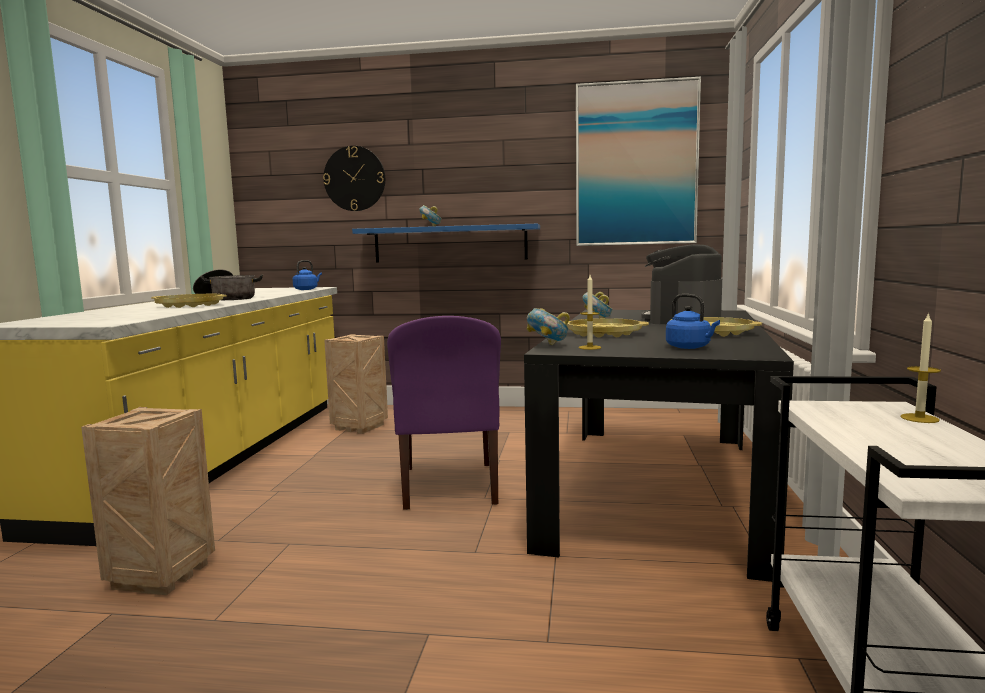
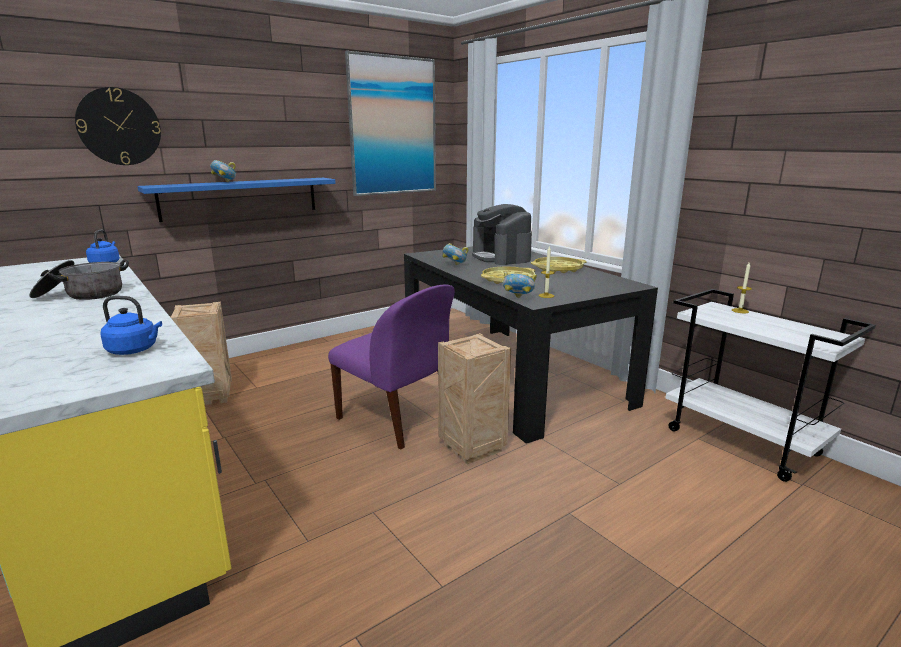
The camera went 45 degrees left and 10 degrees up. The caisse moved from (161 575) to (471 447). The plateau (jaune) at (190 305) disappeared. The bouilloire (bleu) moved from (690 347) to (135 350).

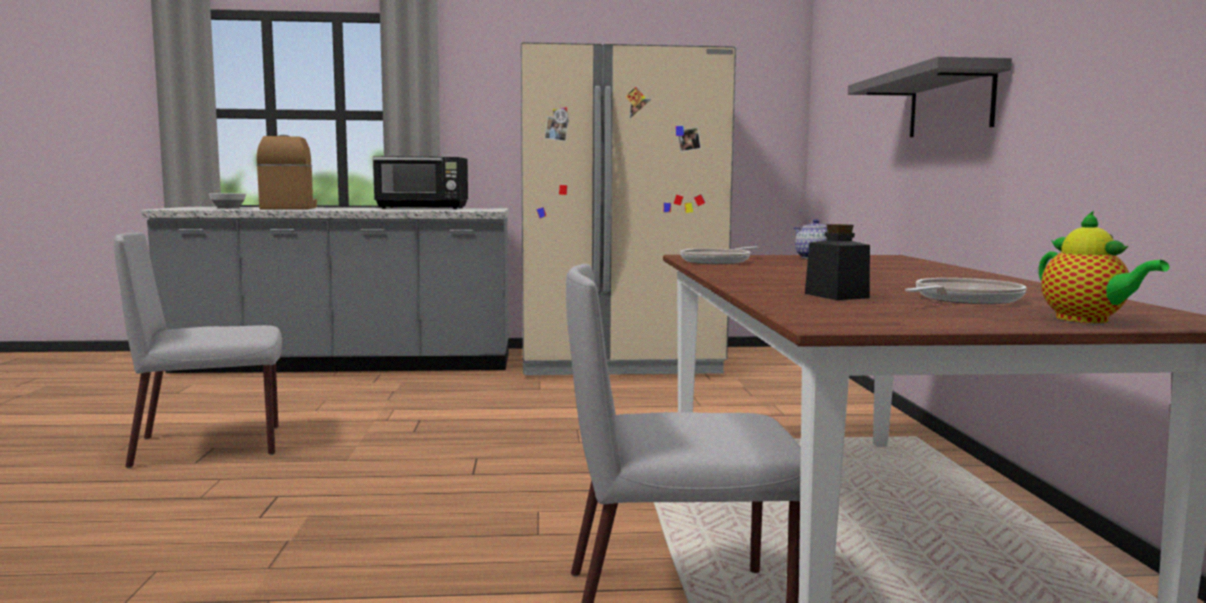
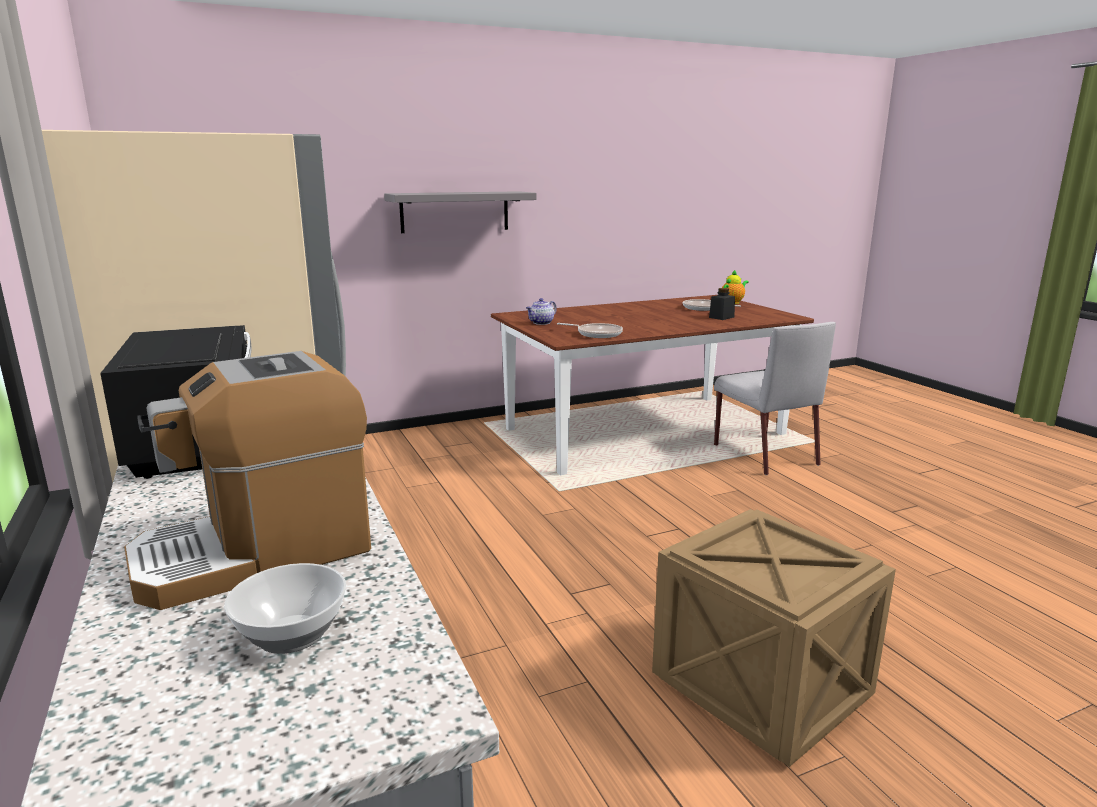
The camera went 110 degrees left and 10 degrees up. The chaise (gris) at (211 446) was replaced by the caisse at (763 687).

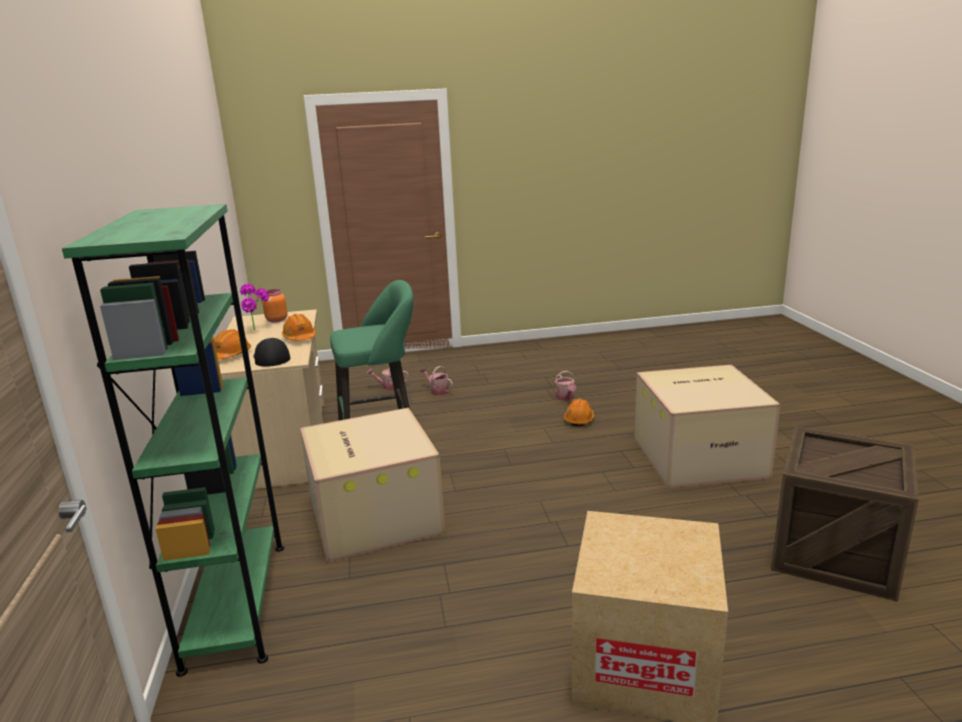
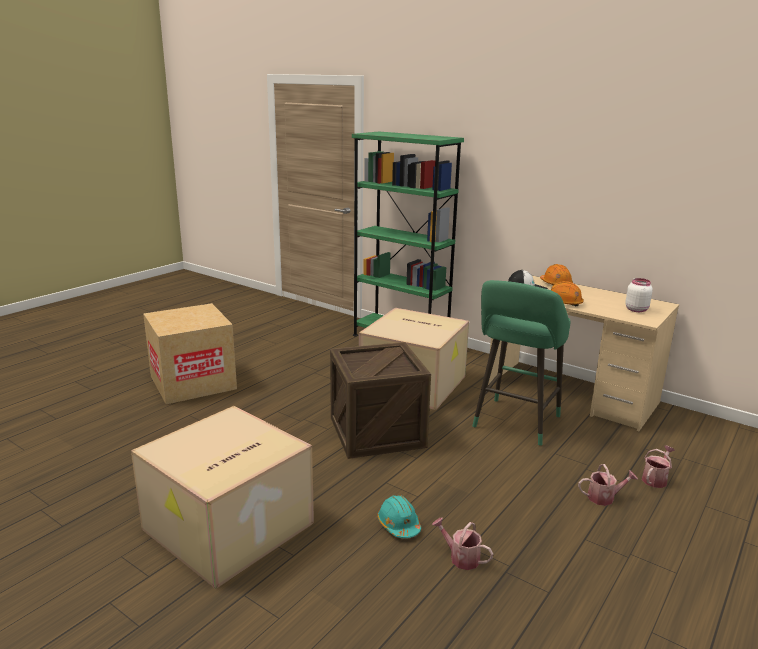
The camera went 135 degrees right and 0 degrees up. The plante en pot at (259 330) disappeared. The bocal (orange) at (276 320) became the bocal (blanc) at (636 309). The casque de chantier (orange) at (579 419) became the casque de chantier (turquoise) at (398 525). The caisse moved from (835 553) to (377 432).

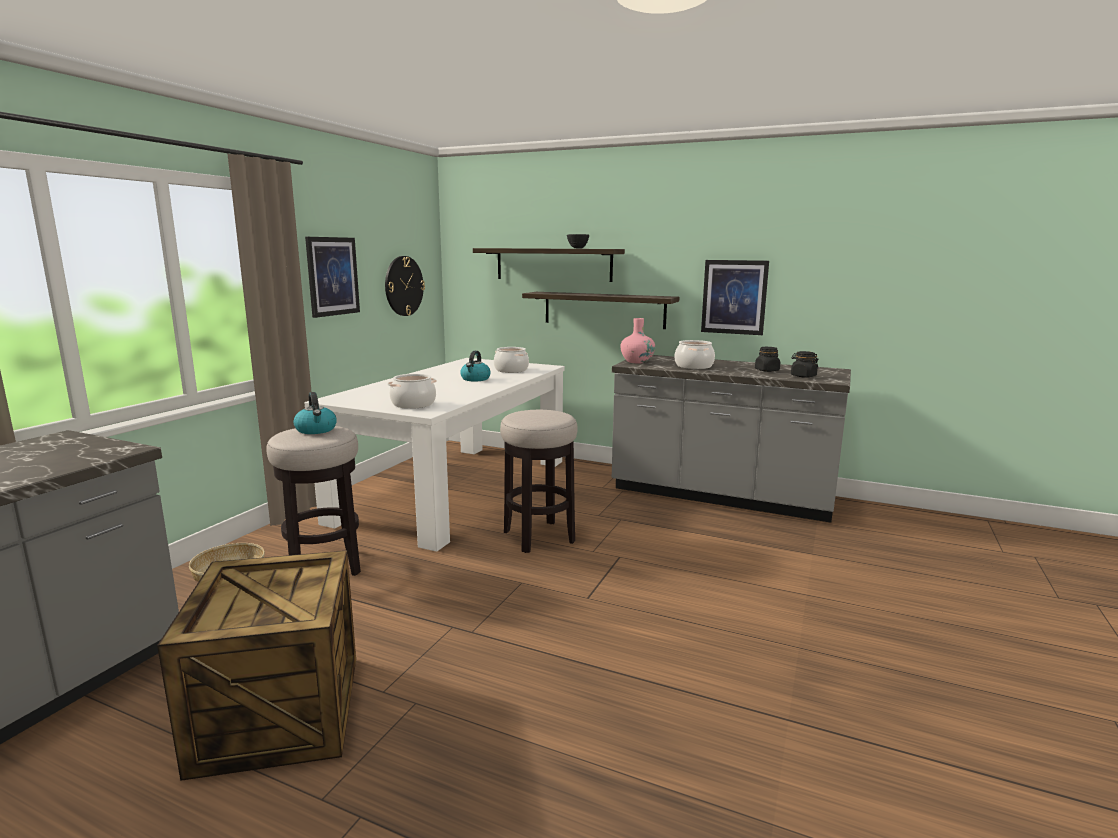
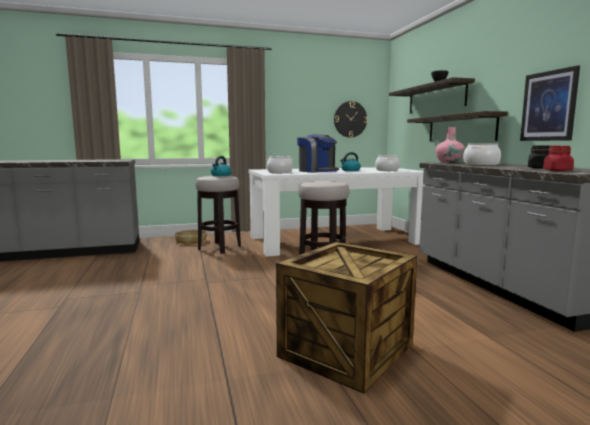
The camera went 50 degrees right and 5 degrees down. The caisse moved from (277 711) to (345 349). The tableau at (332 276) disappeared. The bocal (noir) at (803 376) became the bocal (rouge) at (557 170). The machine à café at (317 171) appeared.

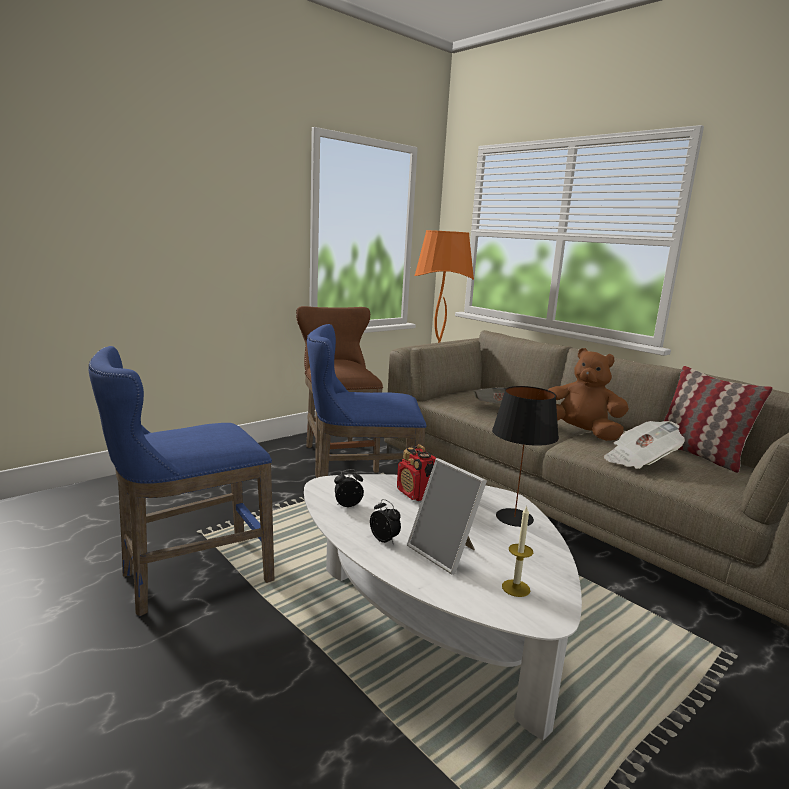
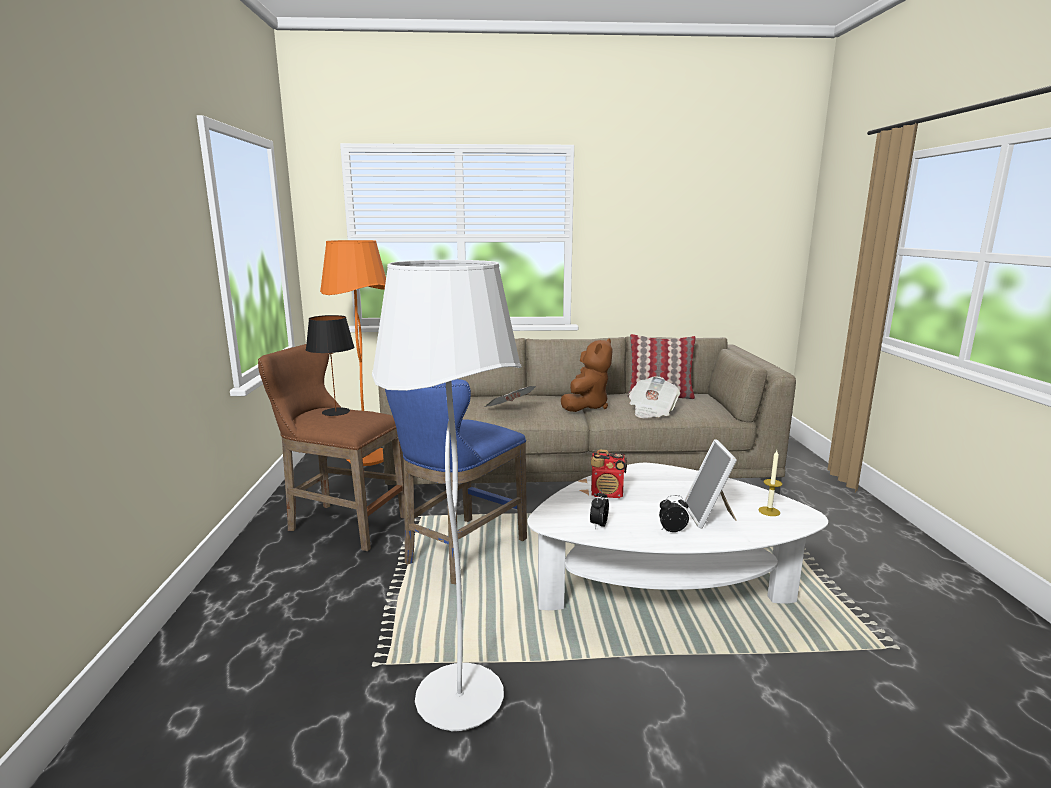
The camera went 50 degrees left and 0 degrees up. The tabouret (bleu) at (188 577) was replaced by the lampadaire (blanc) at (460 701). The cadre photo at (445 553) turned 90 degrees clockwise. The lampe de table (noir) moved from (514 518) to (336 412). The peluche (marron) at (580 433) turned 135 degrees clockwise.

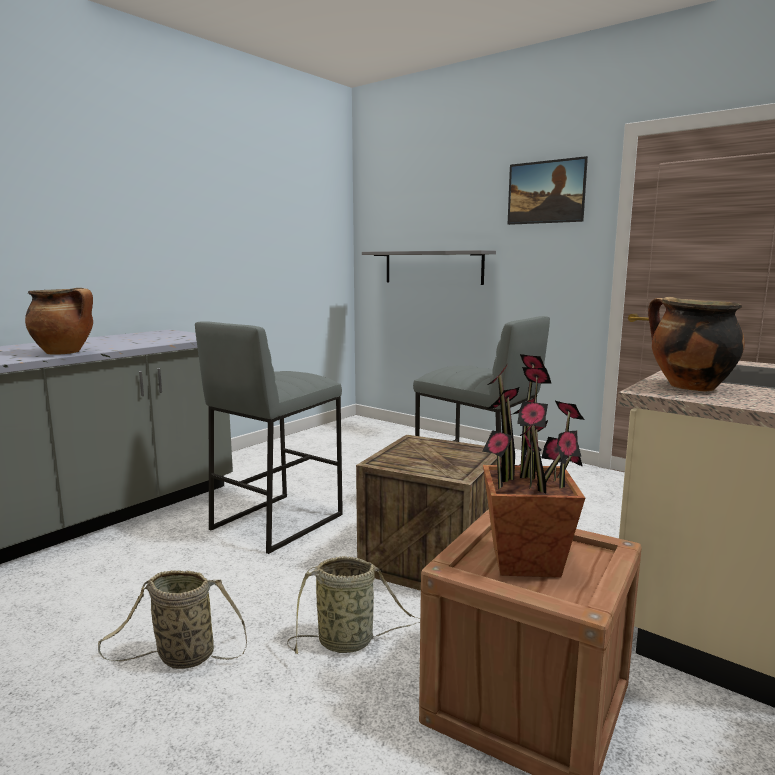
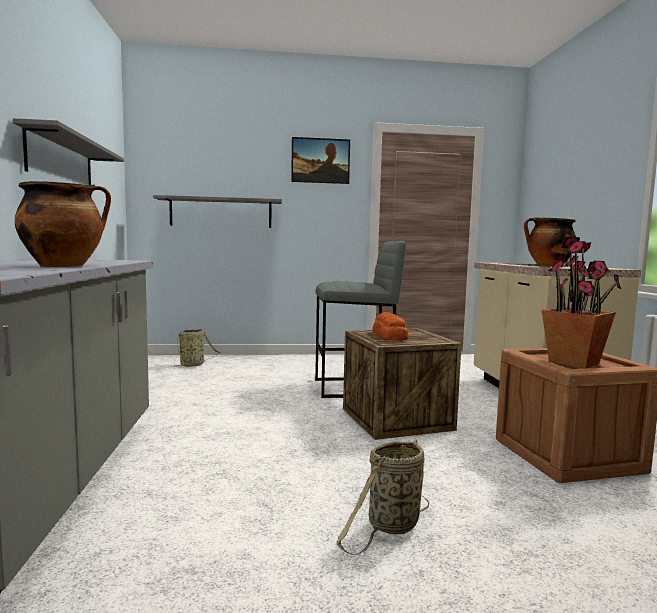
The camera went 45 degrees left and 5 degrees down. The tabouret (gris) at (276 521) disappeared. The panier moved from (349 642) to (193 365). The étagère (gris) at (61 161) appeared. The pain at (389 335) appeared.

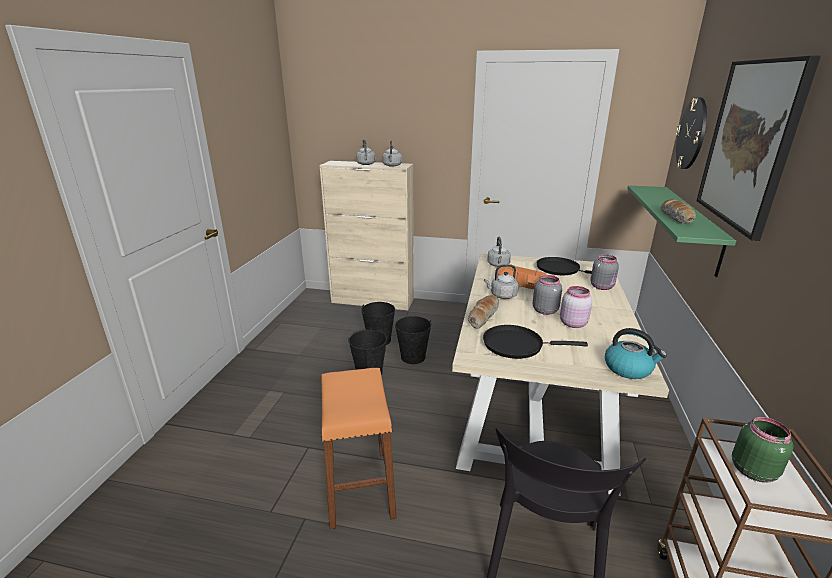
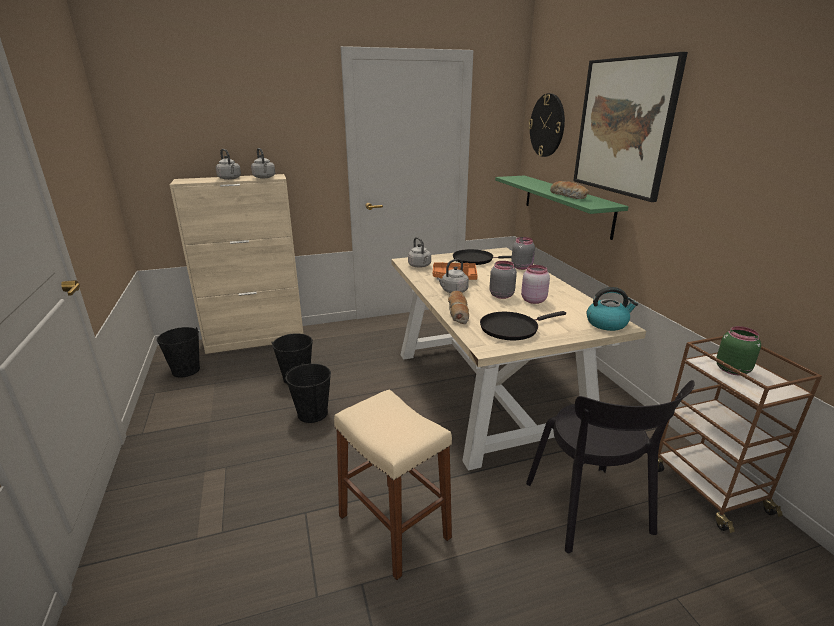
The camera went 30 degrees left and 0 degrees up. The tabouret (orange) at (359 487) became the tabouret (beige) at (393 526). The seau (noir) moved from (413 357) to (186 370).

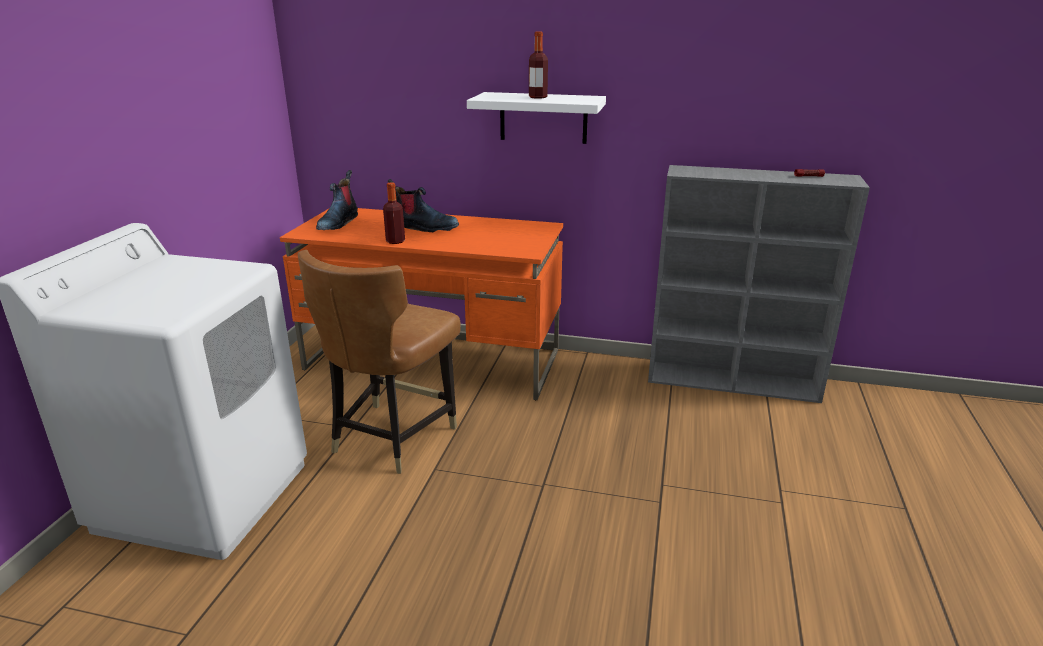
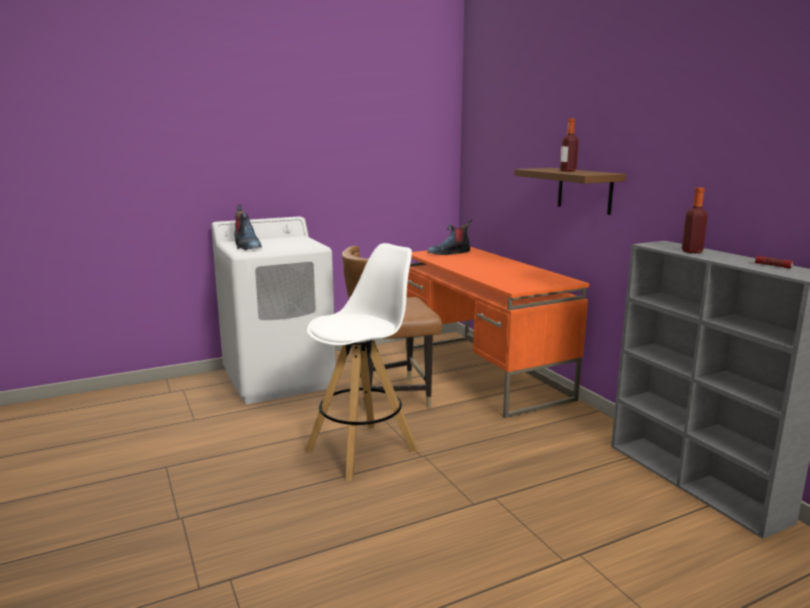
The camera went 50 degrees right and 10 degrees down. The bouteille moved from (395 241) to (691 251). The botte moved from (424 227) to (247 246). The étagère (blanc) at (543 118) became the étagère (marron) at (584 190). The tabouret (blanc) at (363 450) appeared.

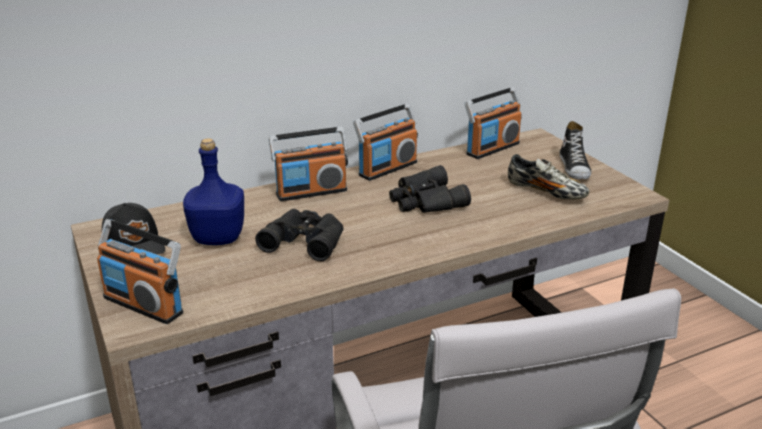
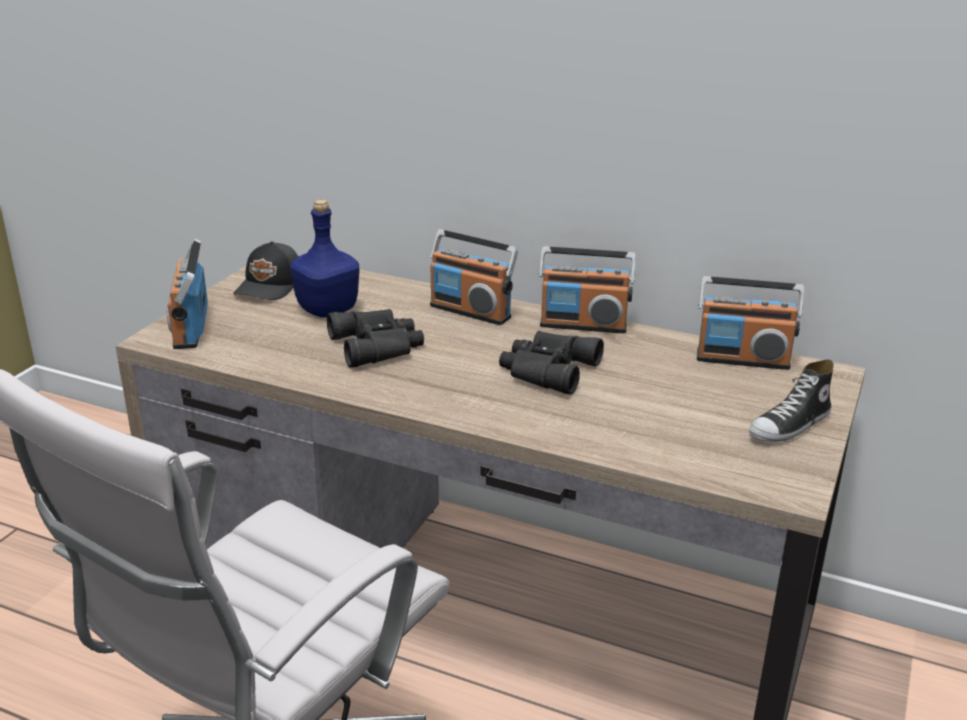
The camera went 50 degrees right and 0 degrees up. The chaussure at (546 192) disappeared.

